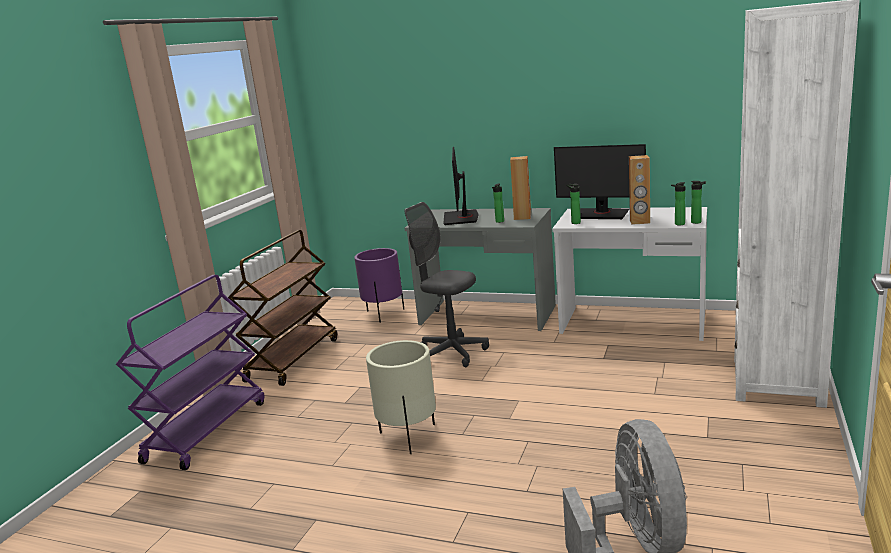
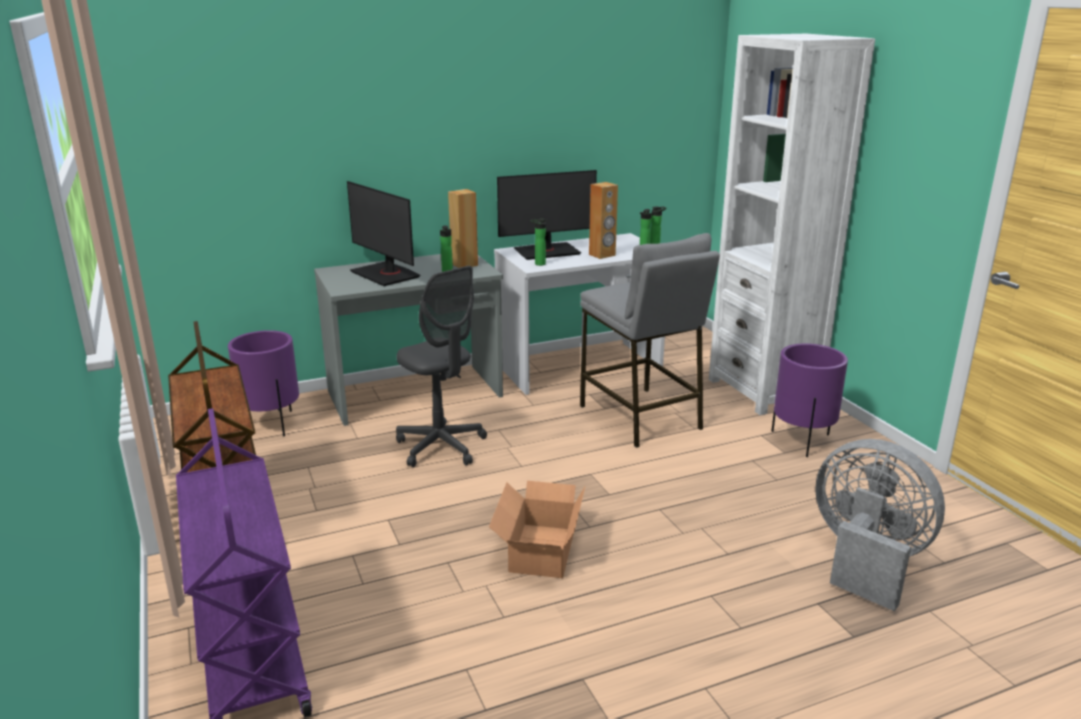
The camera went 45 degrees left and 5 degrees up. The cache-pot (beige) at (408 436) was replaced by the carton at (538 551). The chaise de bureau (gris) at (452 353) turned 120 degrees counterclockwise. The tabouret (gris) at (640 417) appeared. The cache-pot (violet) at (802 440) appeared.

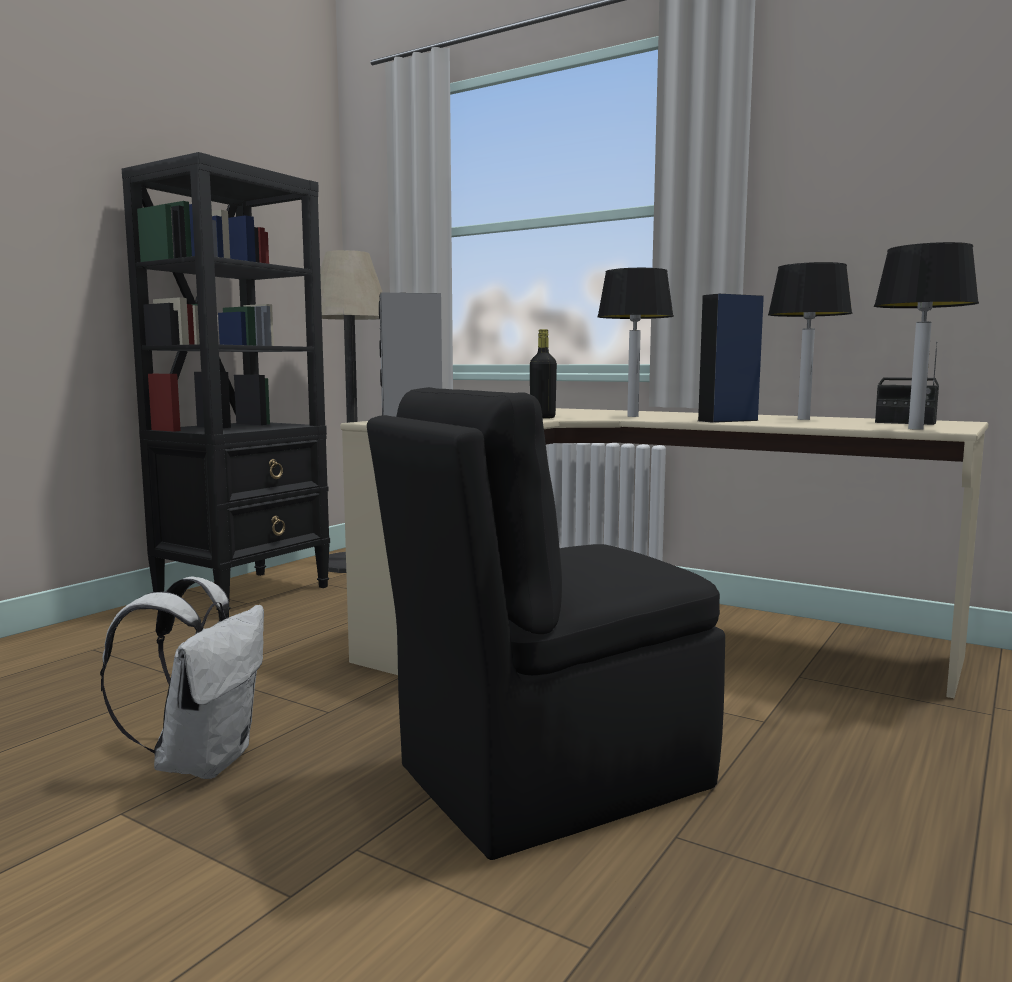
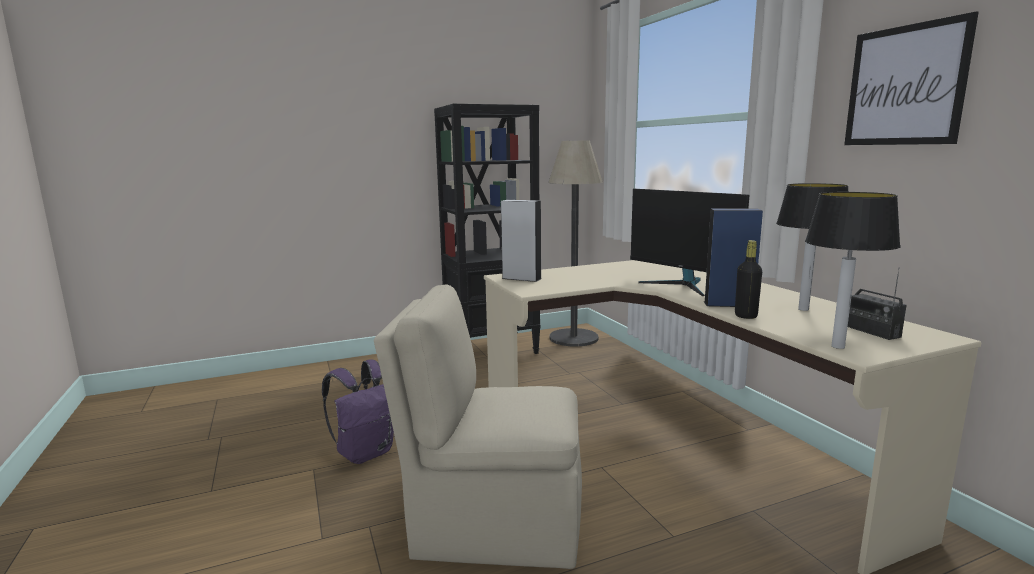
The camera went 35 degrees right and 5 degrees up. The sac à dos (blanc) at (202 761) became the sac à dos (violet) at (366 452). The chaise (noir) at (546 778) became the chaise (beige) at (493 523). The bouteille (noir) moved from (542 418) to (745 316). The lampe de table at (633 416) was replaced by the écran d'ordinateur at (683 285). The tableau at (905 86) appeared.

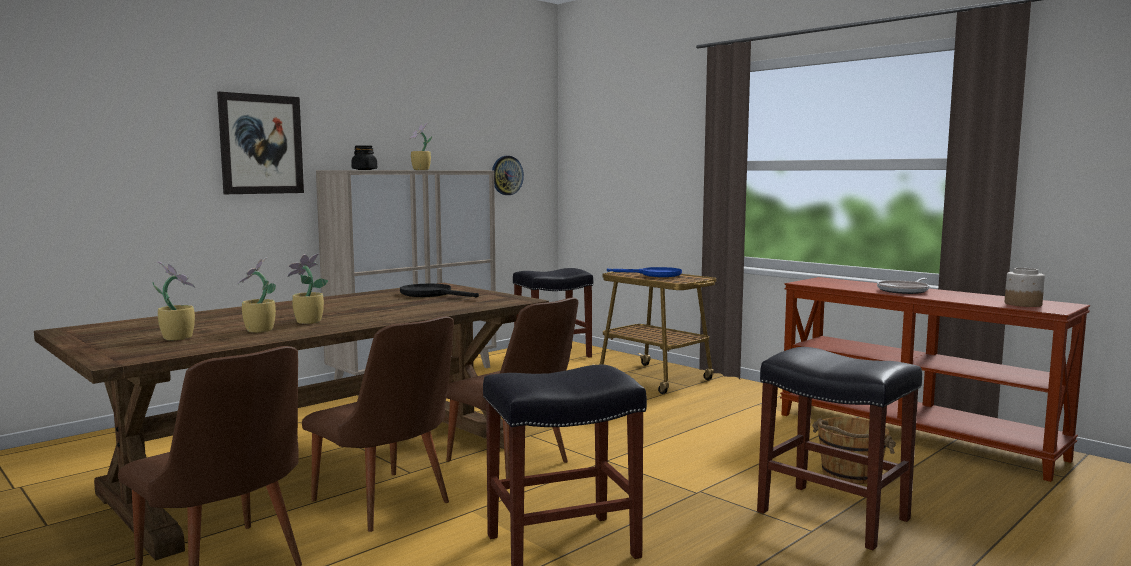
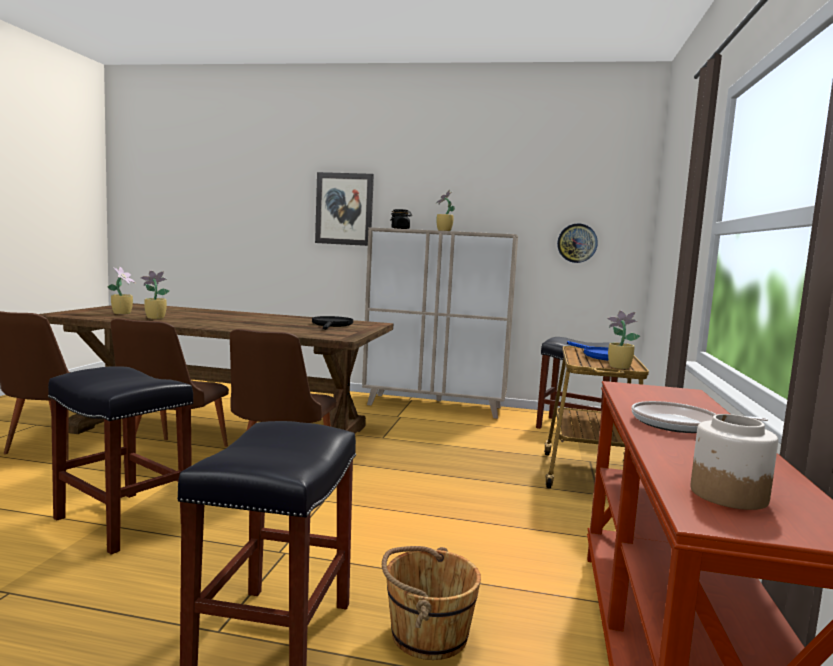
The camera went 55 degrees right and 0 degrees up. The plante en pot moved from (307 322) to (618 367).

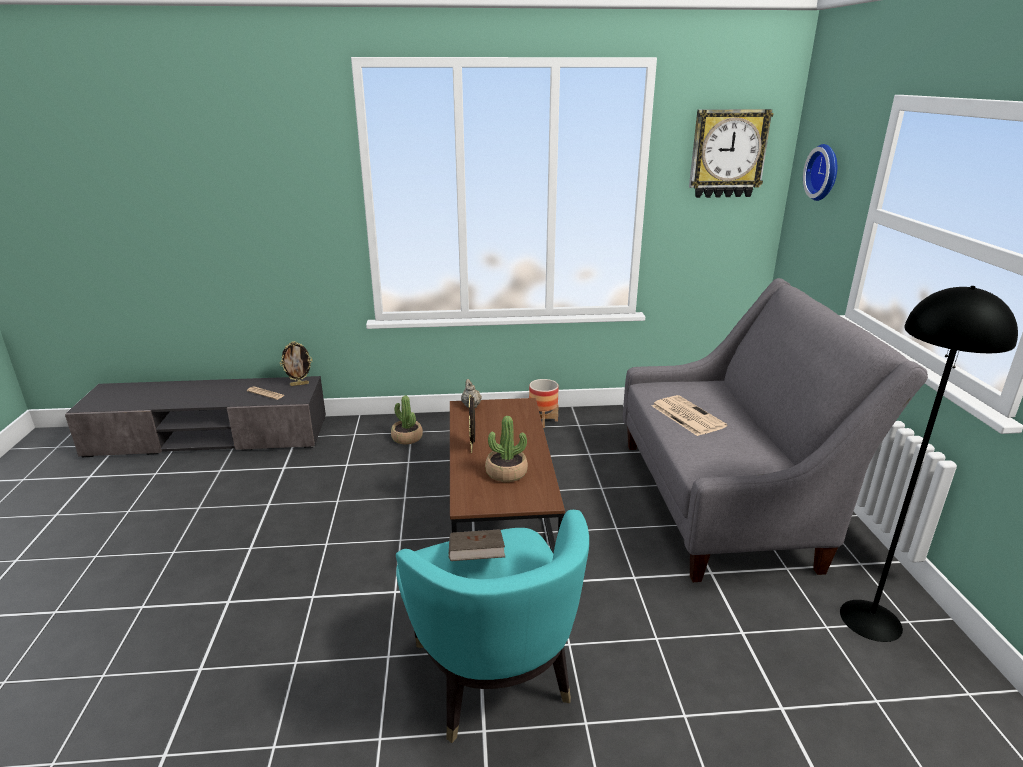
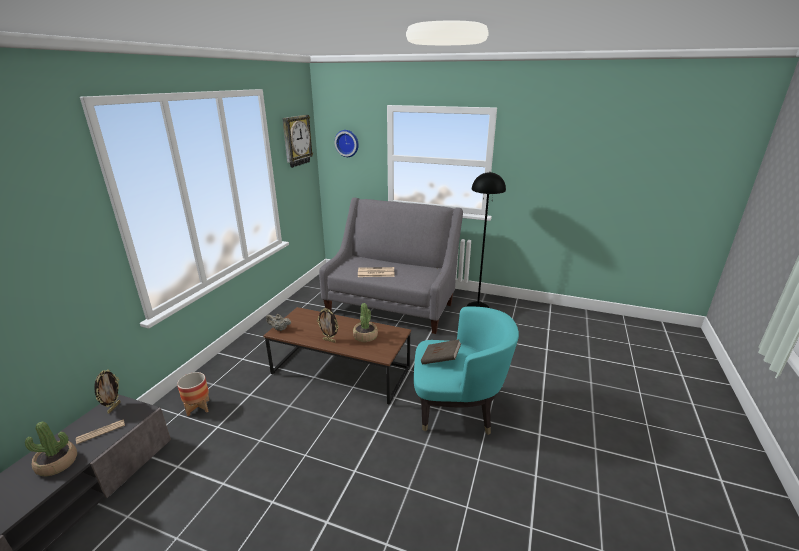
The camera went 65 degrees left and 0 degrees up. The plante en pot moved from (407 438) to (57 463). The cache-pot moved from (543 420) to (198 407).

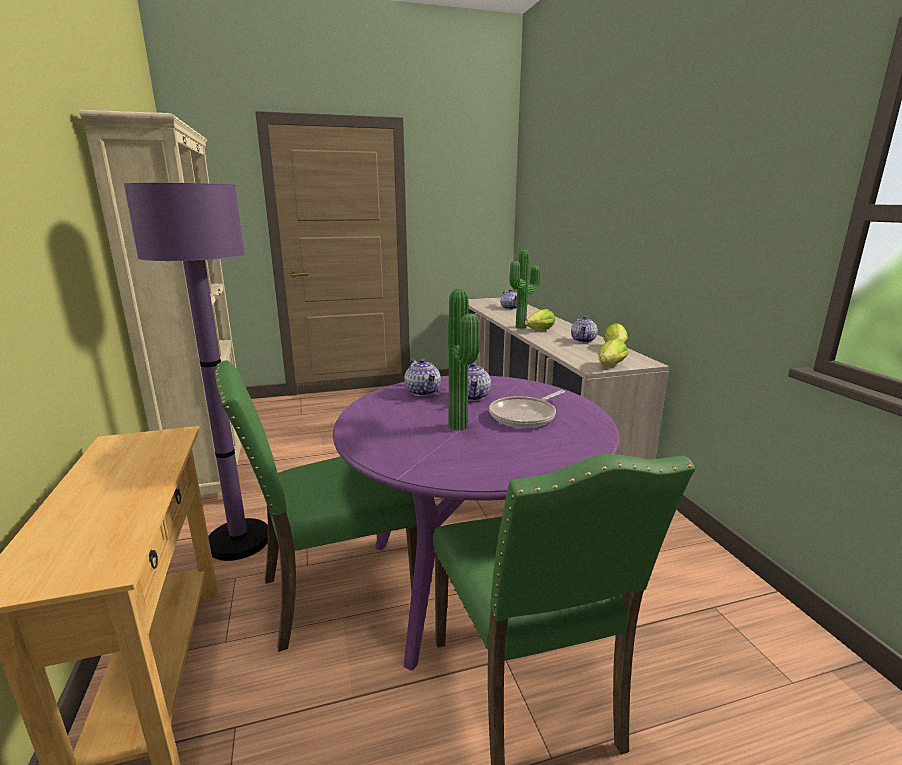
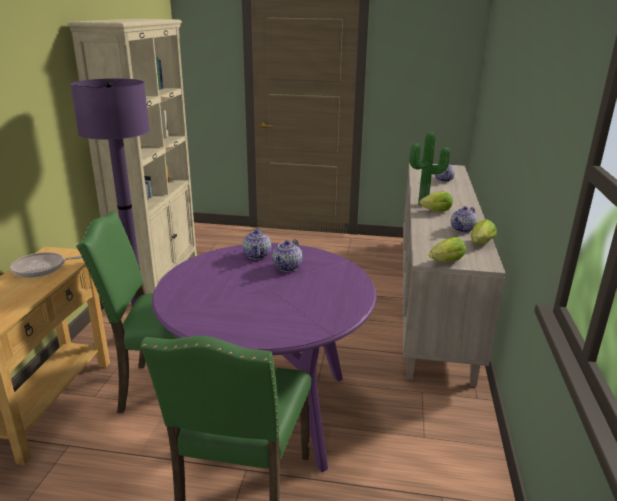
The camera went 25 degrees right and 5 degrees up. The plante en pot at (461 426) disappeared. The poêle moved from (525 416) to (42 268).

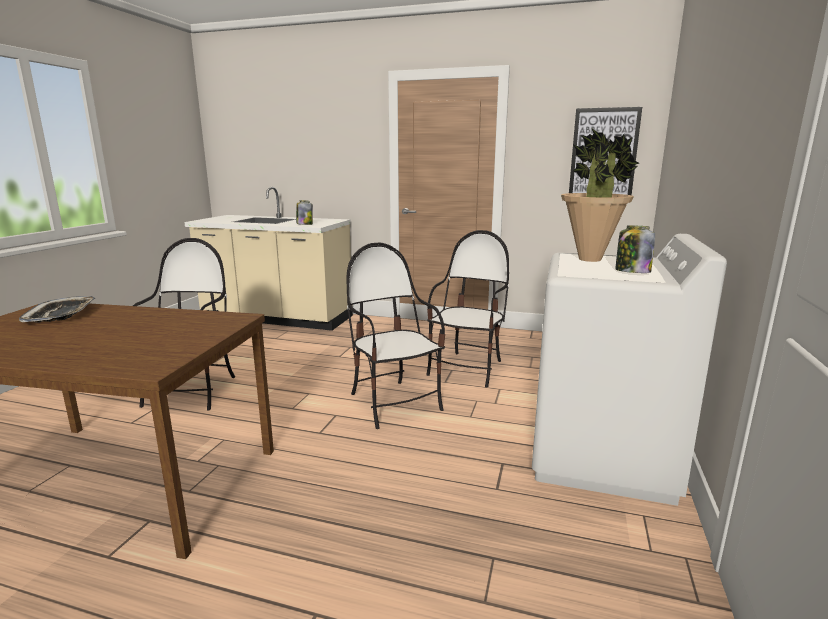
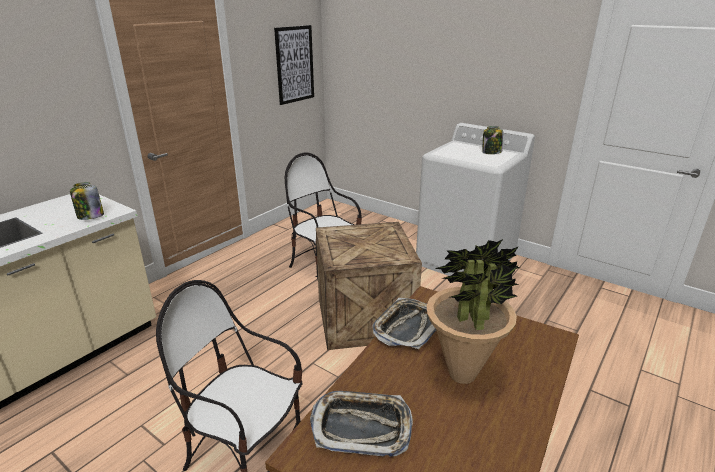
The camera went 70 degrees left and 10 degrees up. The chaise at (394 403) was replaced by the caisse at (362 317). The plante en pot moved from (590 259) to (462 374). The plateau at (407 327) appeared.

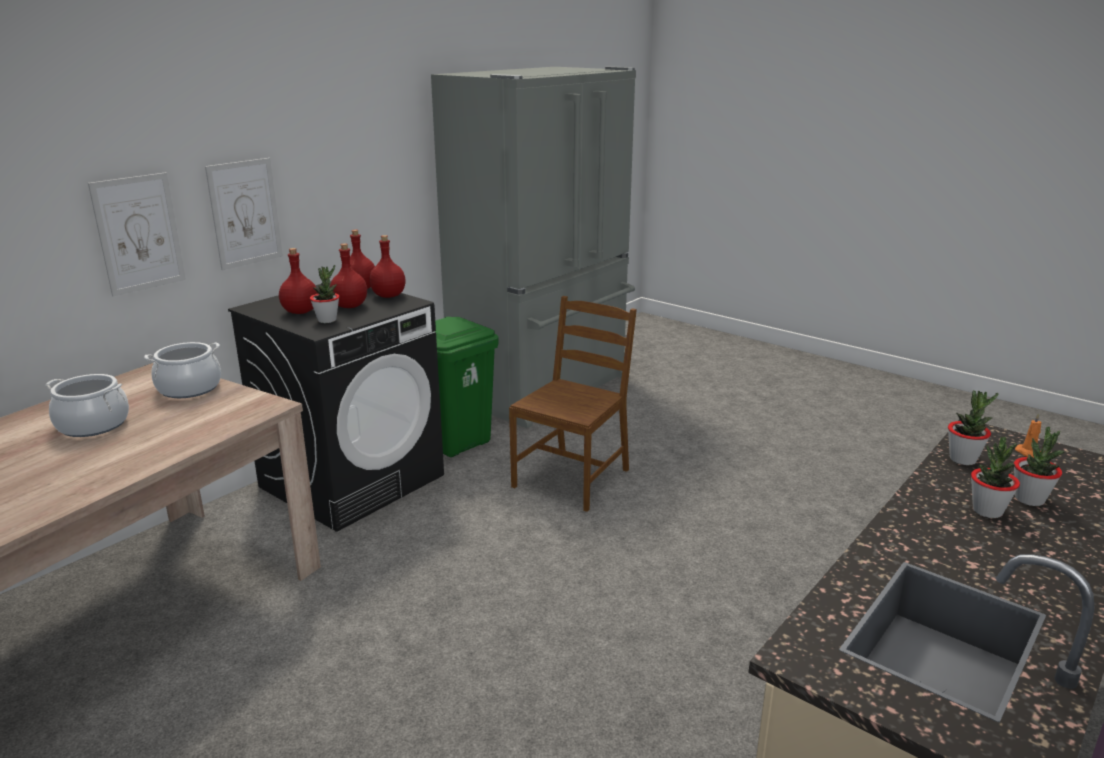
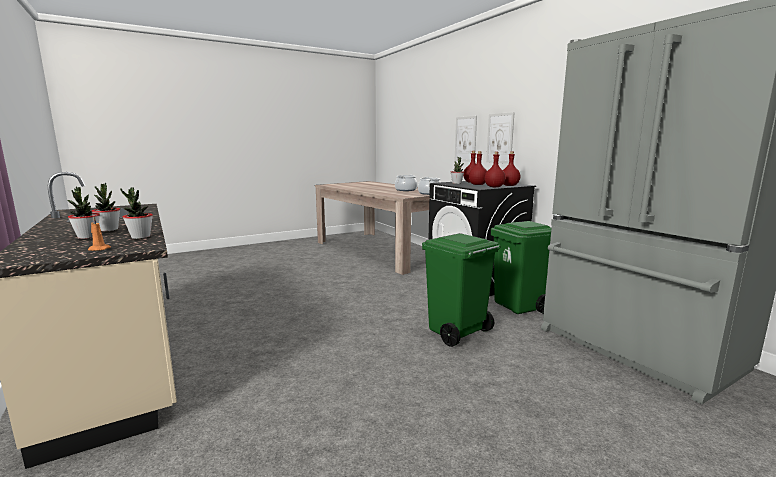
The camera went 110 degrees right and 10 degrees down. The chaise (marron) at (572 478) was replaced by the poubelle (vert) at (456 332).

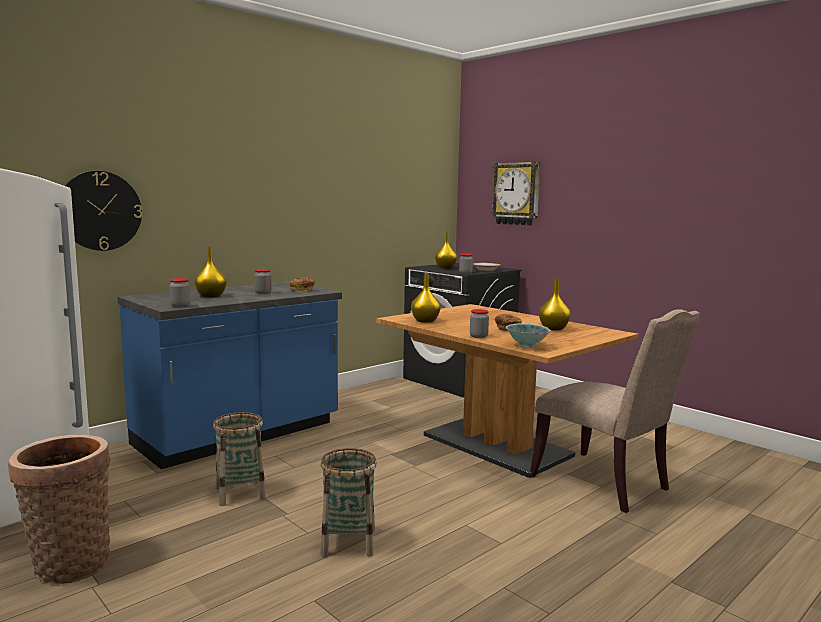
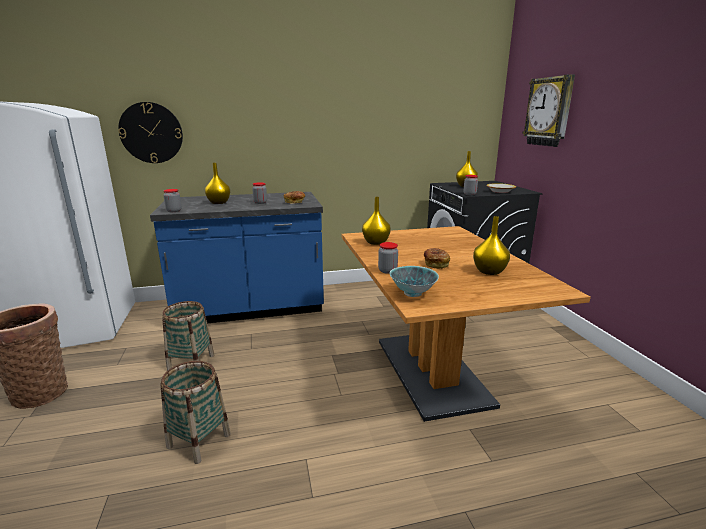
The camera went 30 degrees right and 10 degrees up. The chaise (beige) at (605 484) disappeared.

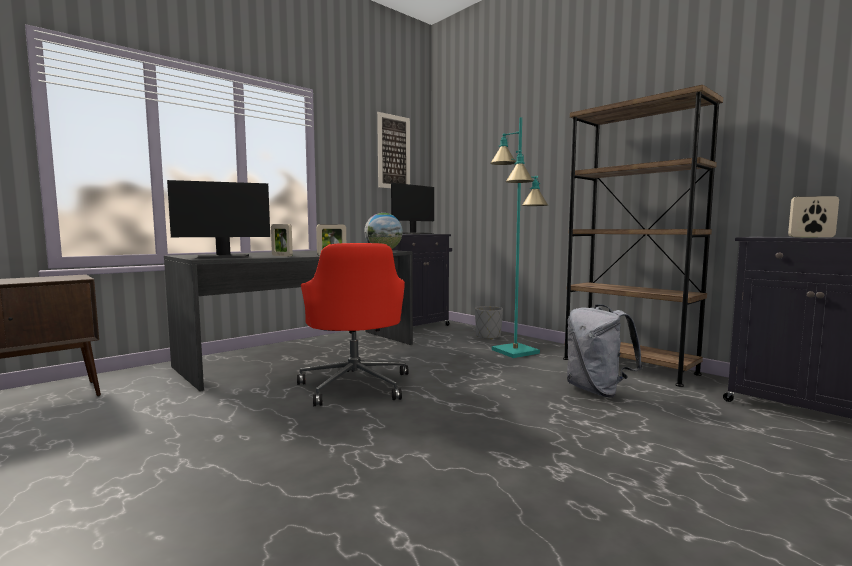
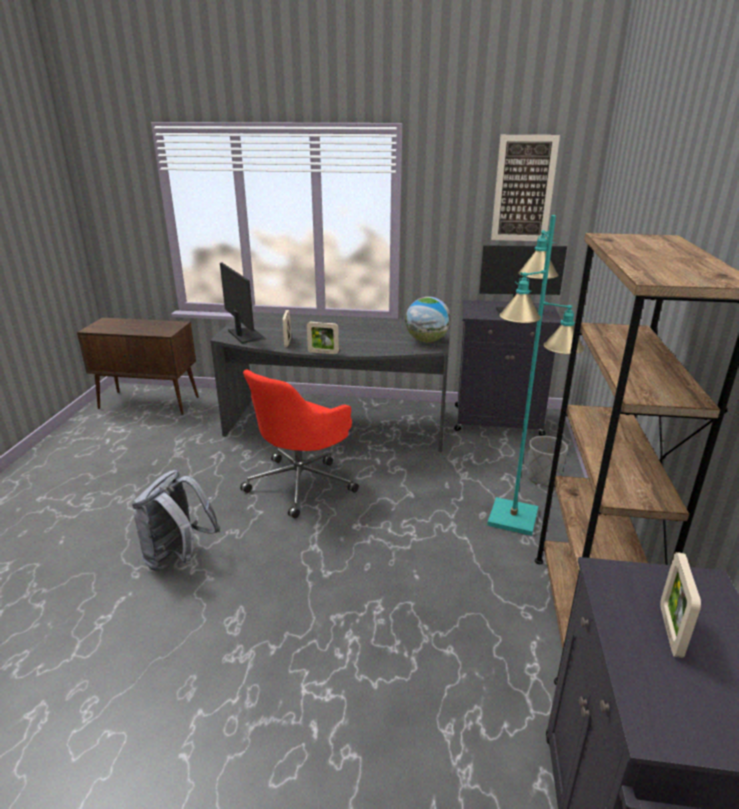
The camera went 50 degrees right and 20 degrees up. The écran d'ordinateur at (223 257) turned 150 degrees counterclockwise. The sac à dos (gris) moved from (597 391) to (178 558). The cadre photo at (811 237) turned 135 degrees counterclockwise.

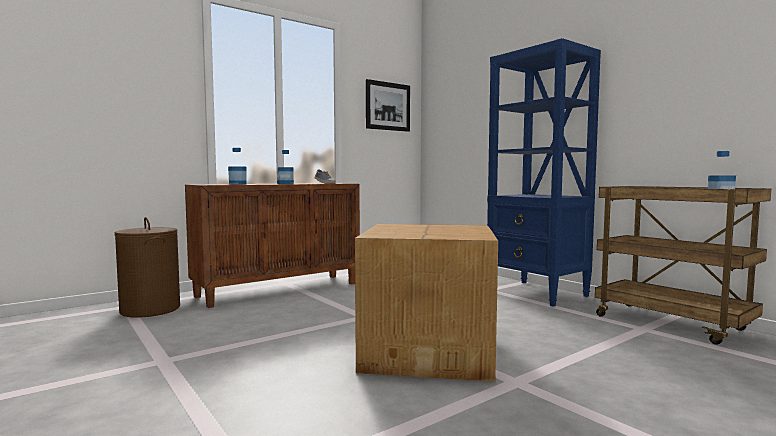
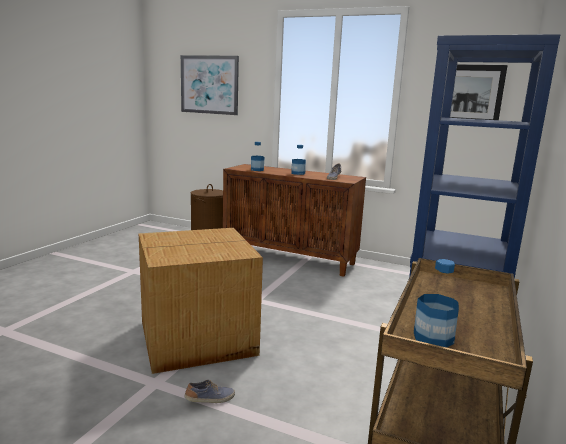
The camera went 60 degrees right and 10 degrees up. The tableau at (209 85) appeared. The chaussure at (210 400) appeared.

